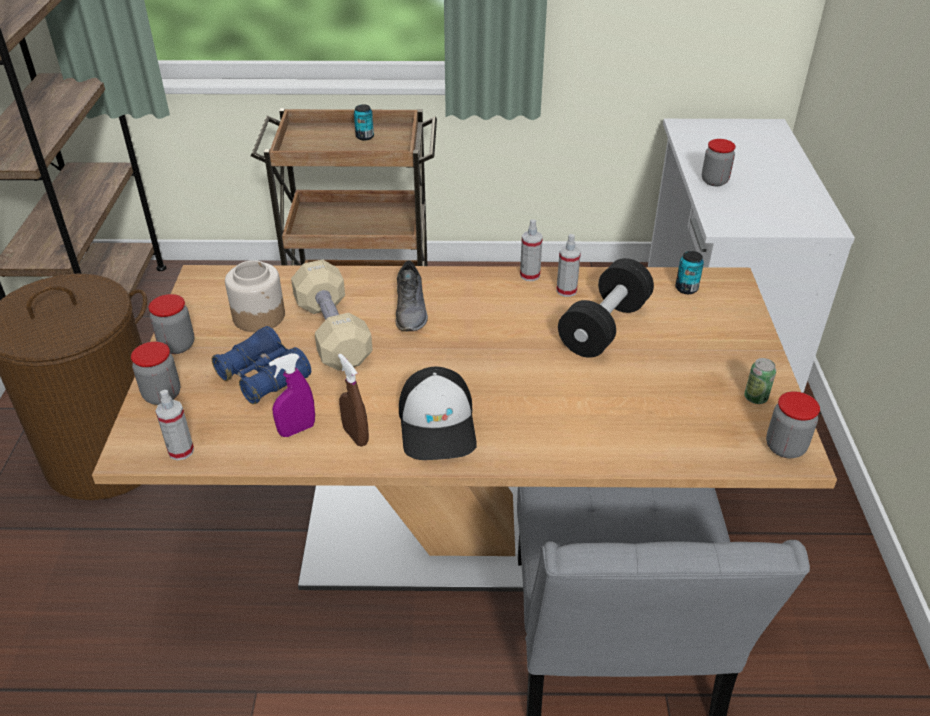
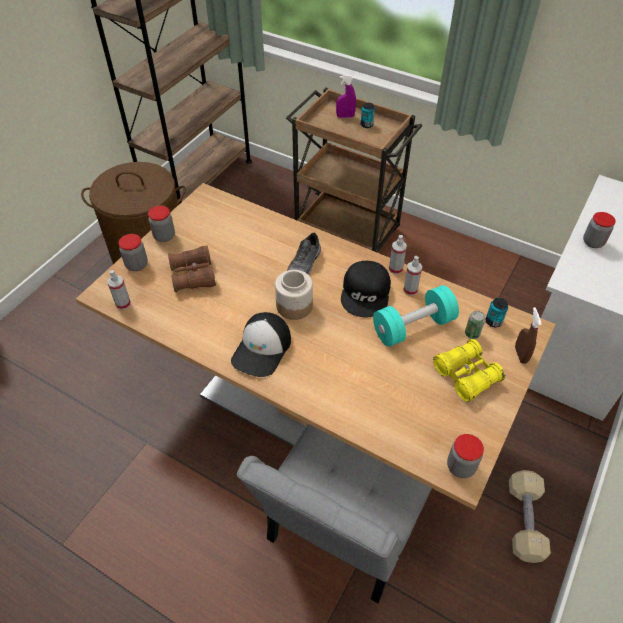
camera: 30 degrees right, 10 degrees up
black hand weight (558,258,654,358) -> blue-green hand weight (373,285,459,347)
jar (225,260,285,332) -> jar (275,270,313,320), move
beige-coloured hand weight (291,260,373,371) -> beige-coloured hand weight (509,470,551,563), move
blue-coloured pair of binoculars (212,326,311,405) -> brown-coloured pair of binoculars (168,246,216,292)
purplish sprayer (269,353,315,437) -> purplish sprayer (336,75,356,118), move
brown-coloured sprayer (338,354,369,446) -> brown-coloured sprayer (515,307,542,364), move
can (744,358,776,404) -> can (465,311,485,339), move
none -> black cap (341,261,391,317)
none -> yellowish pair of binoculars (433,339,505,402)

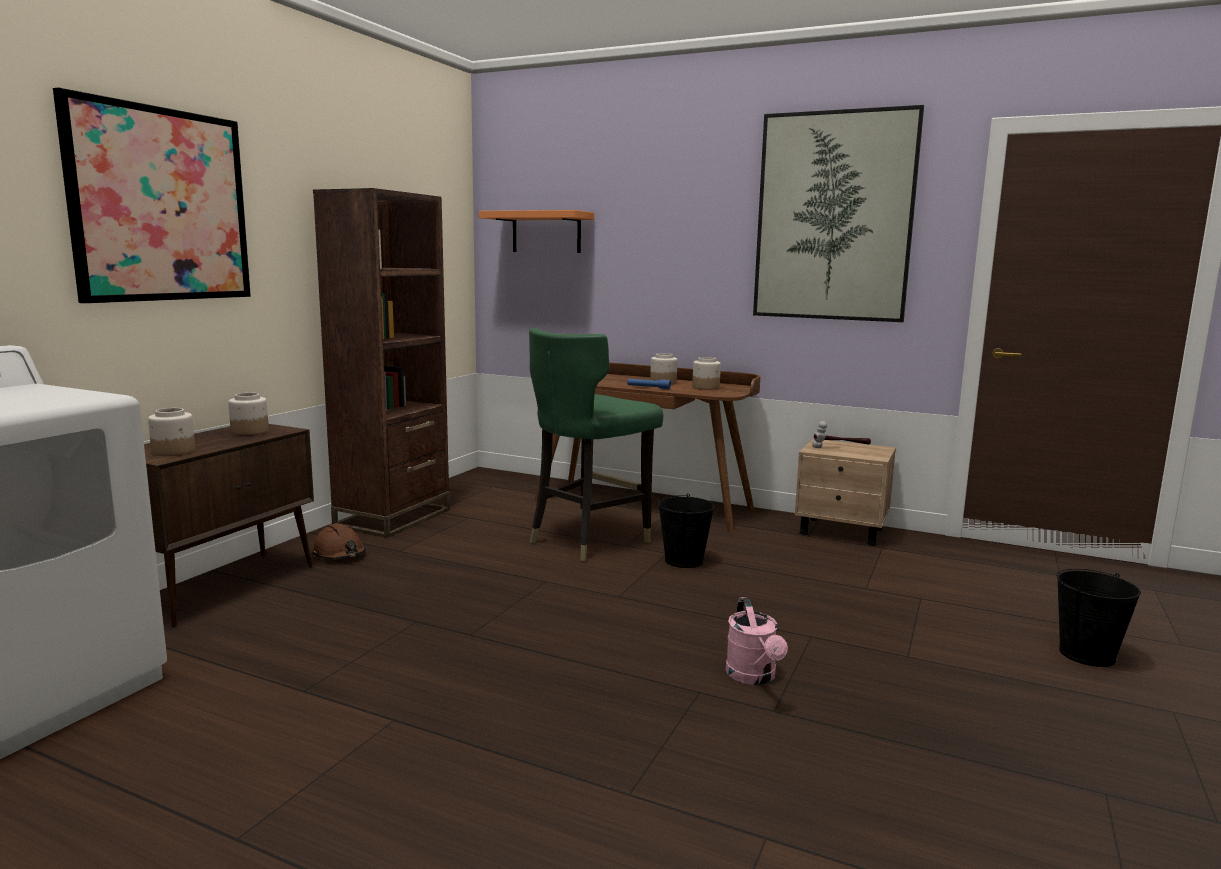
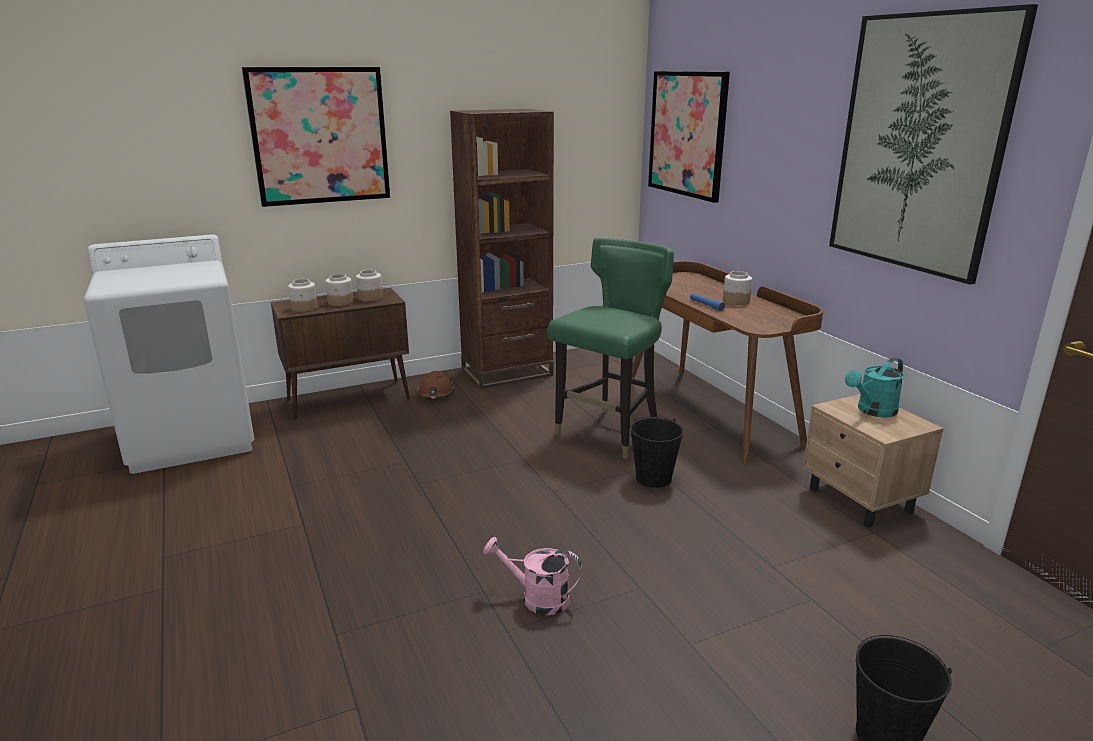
camera: 40 degrees right, 10 degrees up
orangey bracket shelf (479,210,594,253) -> picture (648,71,730,203)
green plain chair (529,328,663,562) -> green plain chair (547,238,674,459), 135 degrees clockwise
jar (692,357,721,390) -> jar (325,274,354,306), move
hammer (812,421,871,448) -> blue-green watering pot (845,357,904,417)
pink-coloured watering pot (726,597,788,685) -> pink-coloured watering pot (484,537,582,615), 75 degrees clockwise

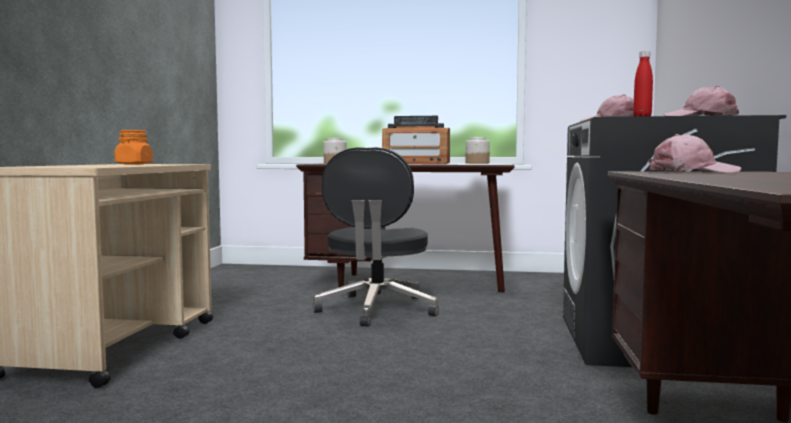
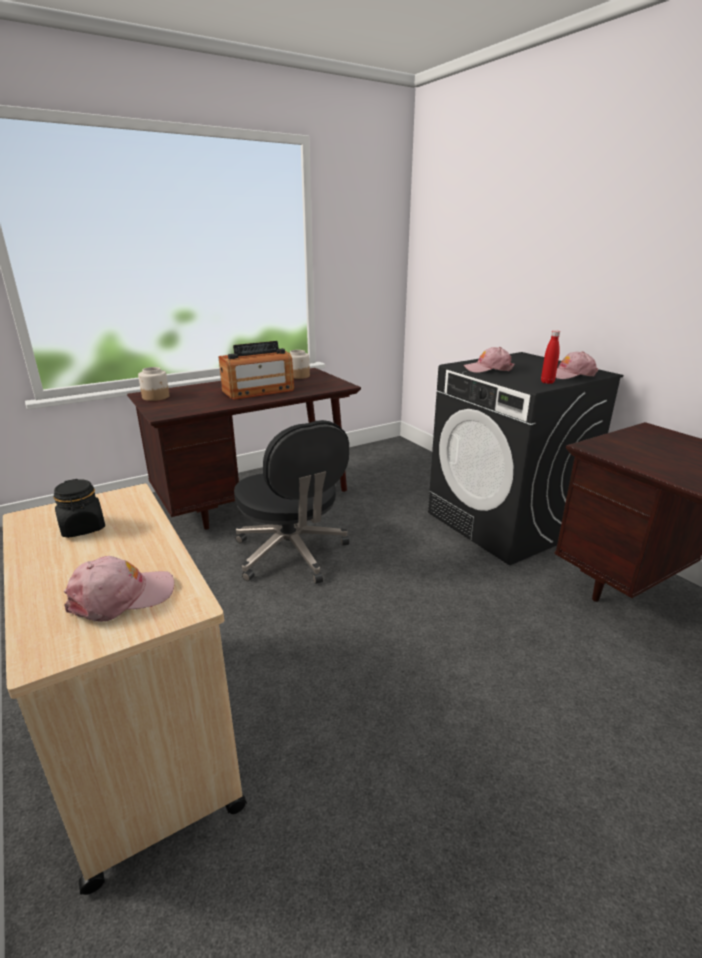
camera: 40 degrees left, 20 degrees up
orangey jar (115,130,153,165) -> black jar (53,479,105,538)
pink-coloured cap (648,134,742,173) -> pink-coloured cap (64,556,174,622), move

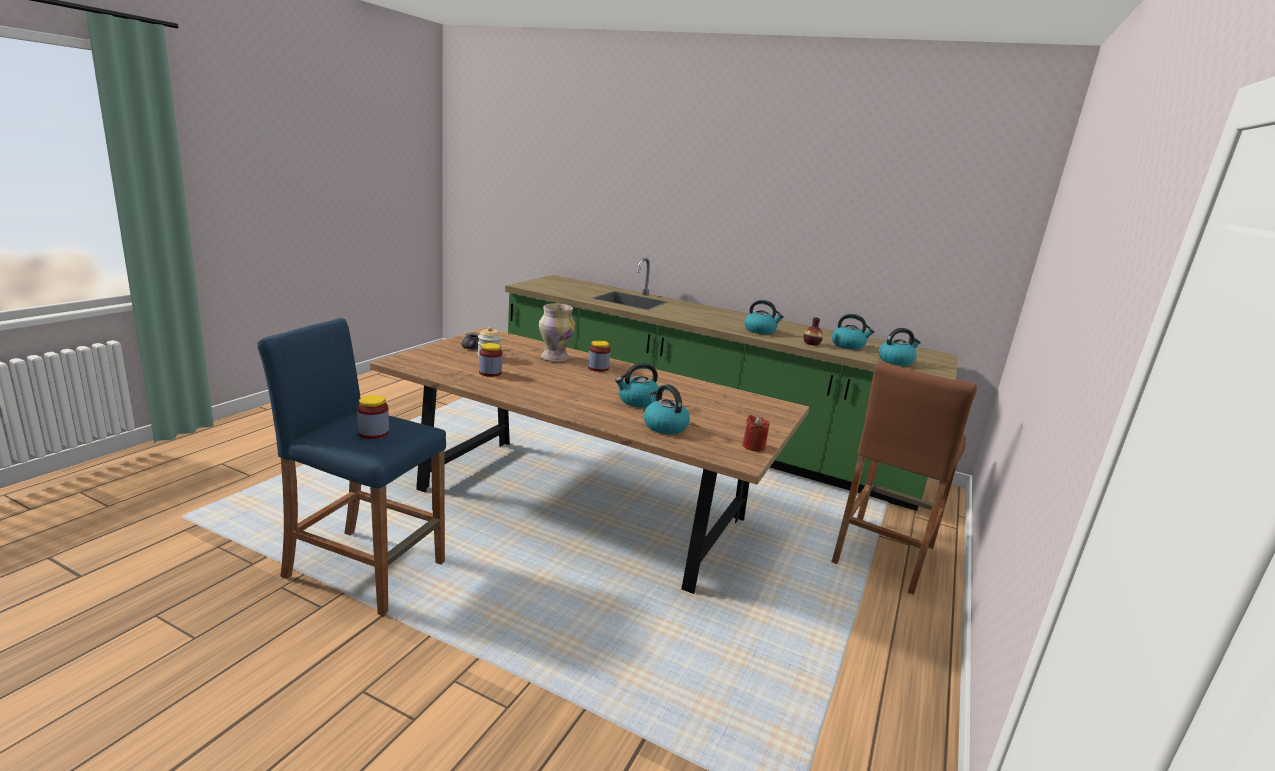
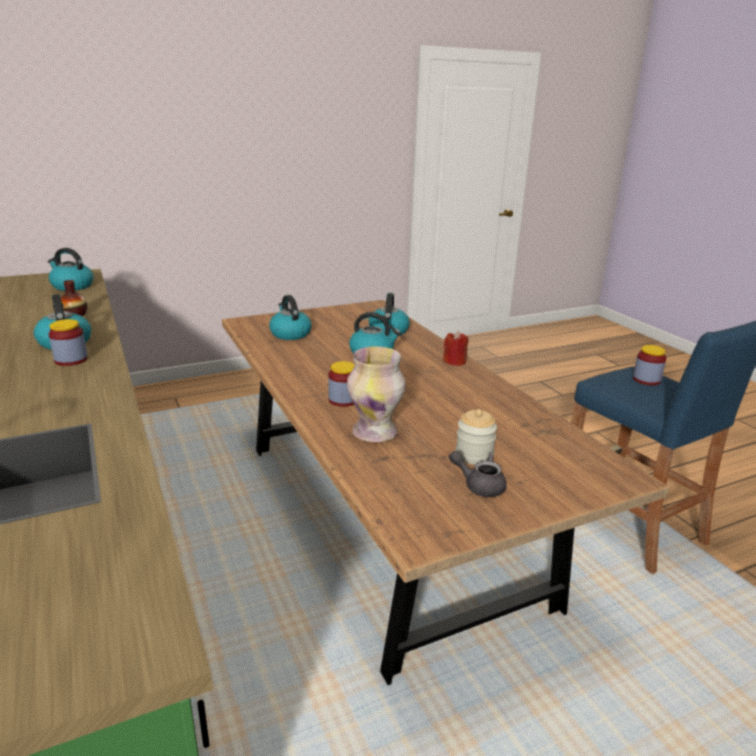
camera: 140 degrees left, 5 degrees up
tea kettle (832,314,875,350) -> tea kettle (269,295,312,340), move
jar (479,343,503,377) -> jar (49,319,88,366), move
brown-coloured stool (831,361,977,595) -> none
red wax light (742,415,770,452) -> red wax light (443,331,469,366), move

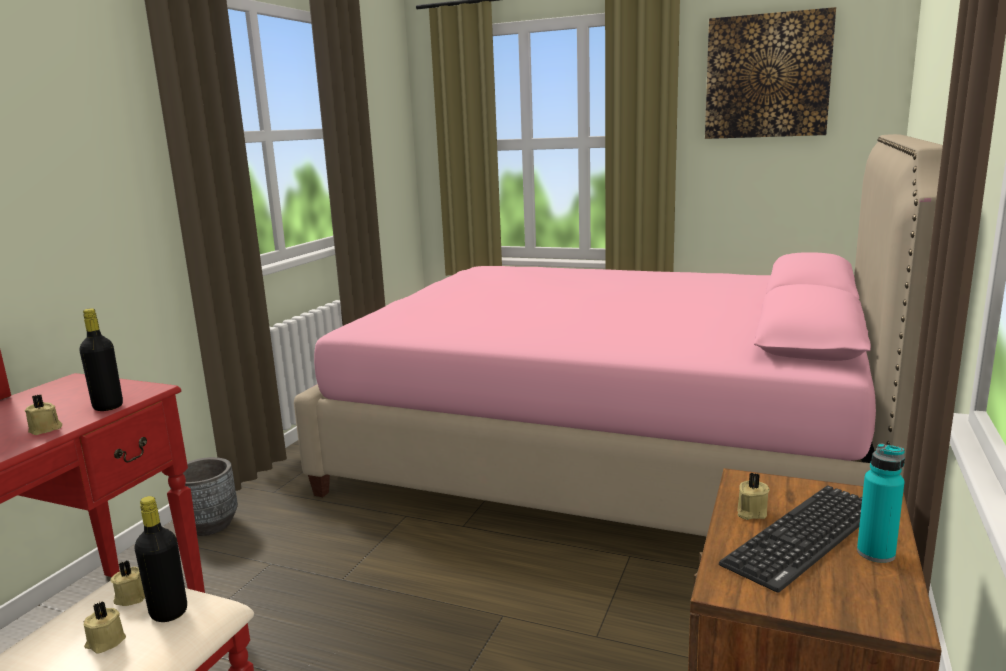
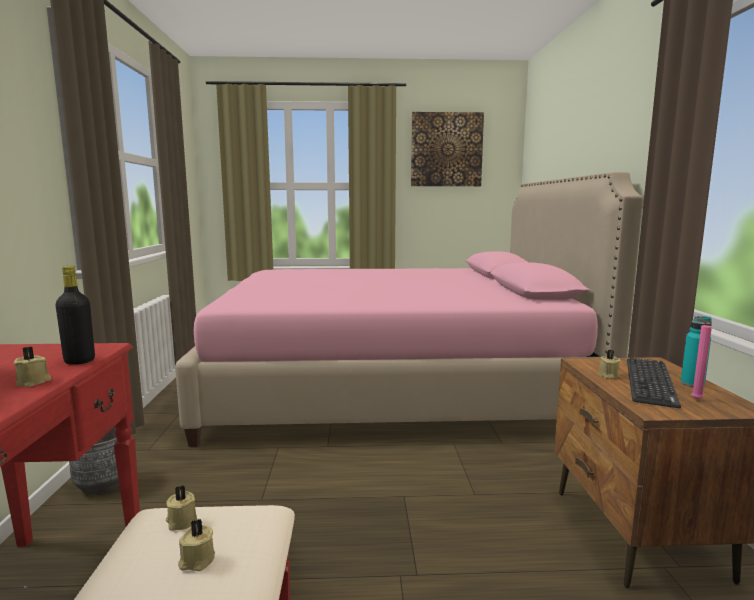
camera: 25 degrees left, 5 degrees down
black drink bottle (135,496,187,622) -> none
none -> pink-coloured wax light (691,316,712,400)

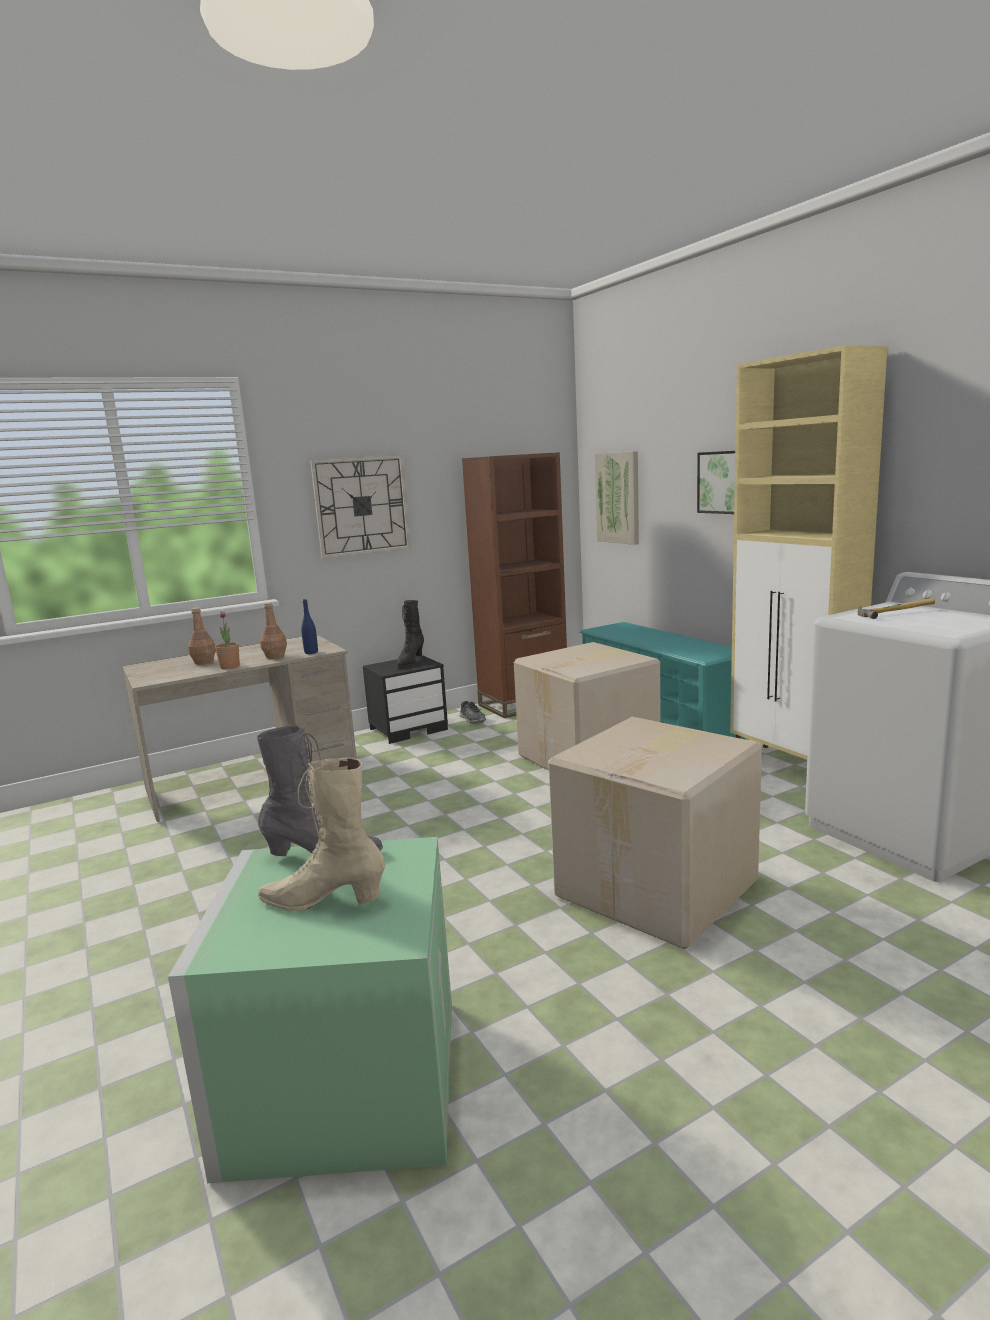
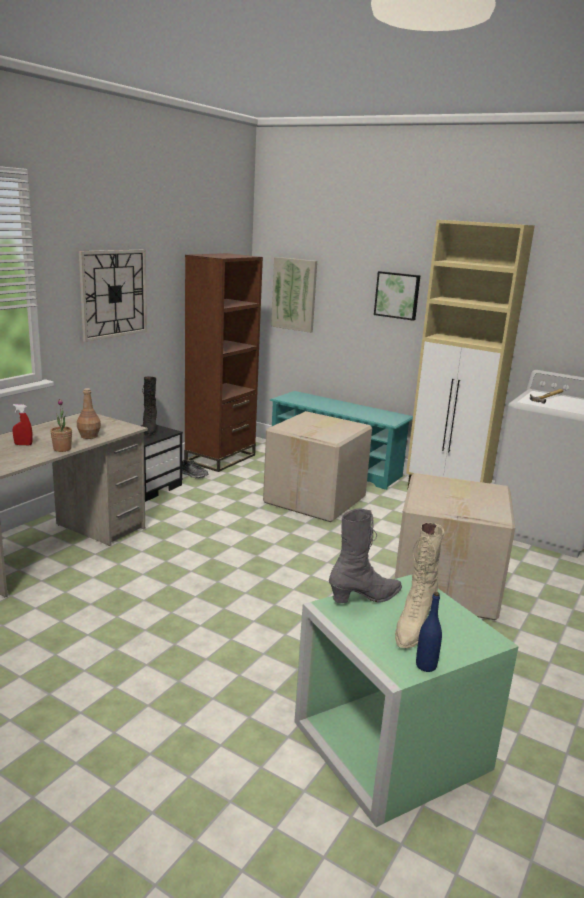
camera: 30 degrees left, 5 degrees up
blue-coloured drink bottle (301,599,318,654) -> blue-coloured drink bottle (416,592,442,672), move
brown-coloured drink bottle (188,608,216,665) -> red sprayer (13,404,33,445)
beige-coloured tall boot (258,758,385,911) -> beige-coloured tall boot (395,523,444,648), 45 degrees counterclockwise

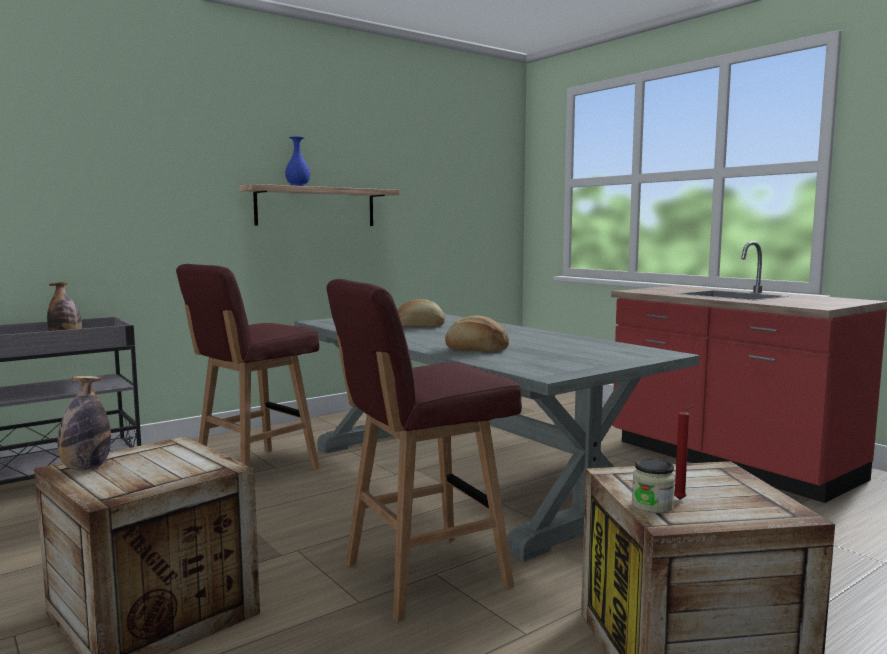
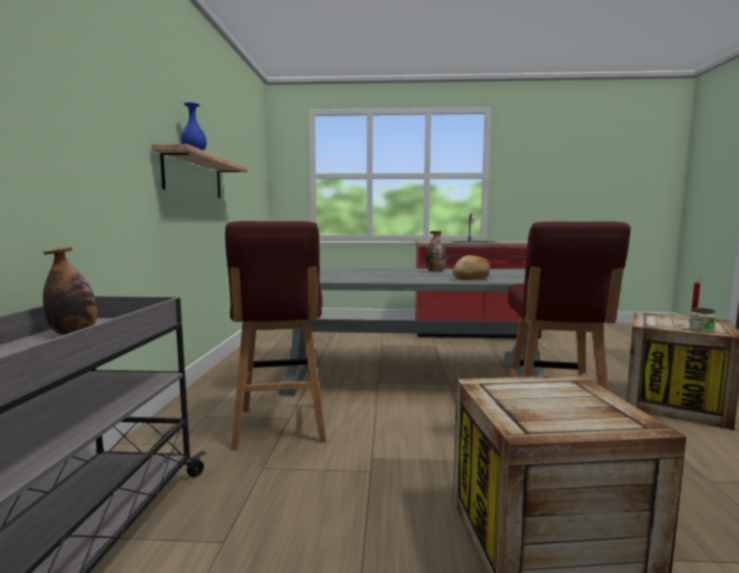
camera: 50 degrees left, 0 degrees up
bread (397,299,445,327) -> none
drink bottle (57,376,111,470) -> drink bottle (425,231,447,272), move

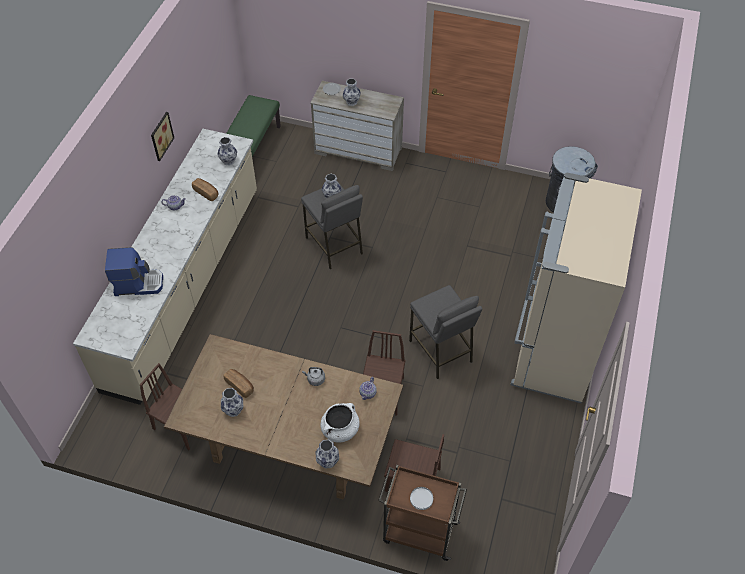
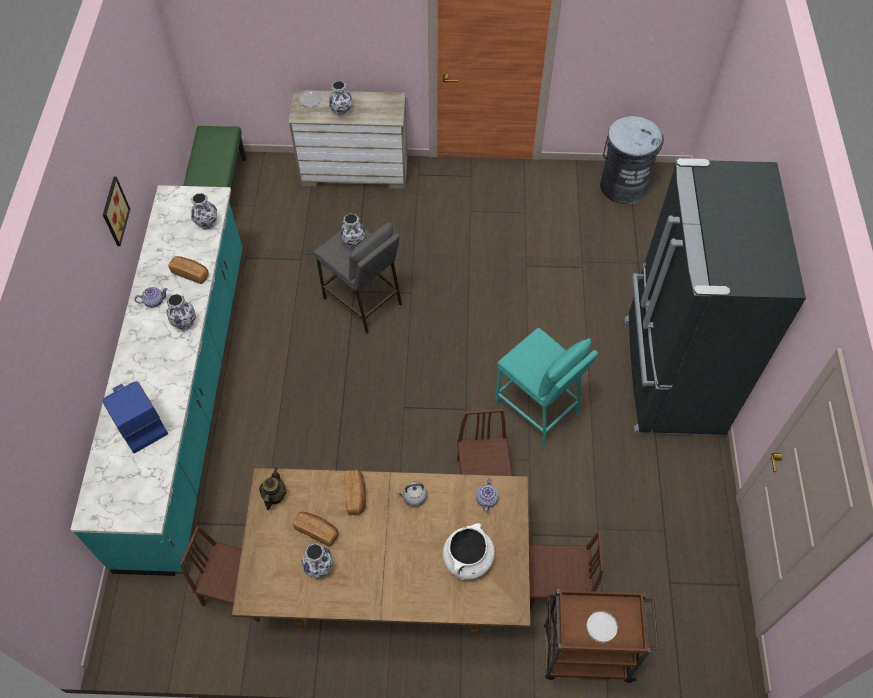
camera: 15 degrees left, 5 degrees up
beige-coloured counter (73,129,257,405) -> blue-green counter (70,185,243,576)
beige-coloured refrigerator (510,173,642,403) -> black refrigerator (624,158,806,436)
coffee brewer (105,247,163,296) -> coffee brewer (102,381,168,453), 105 degrees counterclockwise
gray stool (409,285,482,379) -> blue-green stool (495,328,598,447)
decorative vase (315,439,339,469) -> decorative vase (167,294,196,331), move
none -> teapot (259,468,287,510)
none -> bread (345,470,366,515)

